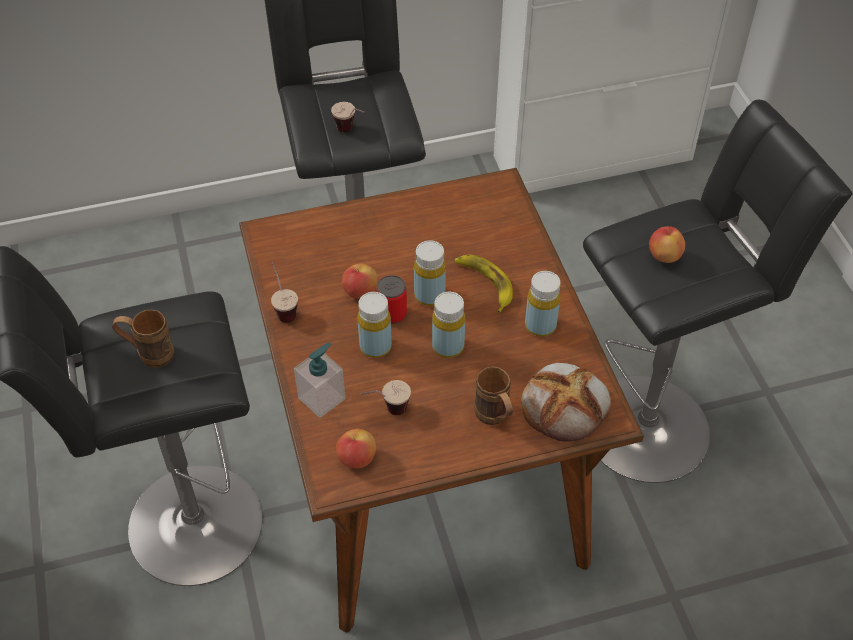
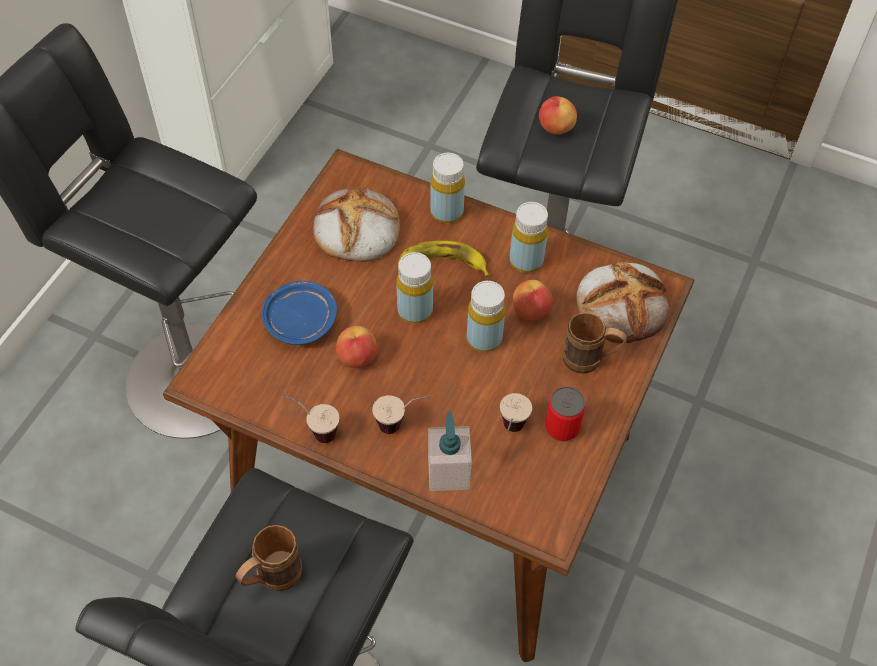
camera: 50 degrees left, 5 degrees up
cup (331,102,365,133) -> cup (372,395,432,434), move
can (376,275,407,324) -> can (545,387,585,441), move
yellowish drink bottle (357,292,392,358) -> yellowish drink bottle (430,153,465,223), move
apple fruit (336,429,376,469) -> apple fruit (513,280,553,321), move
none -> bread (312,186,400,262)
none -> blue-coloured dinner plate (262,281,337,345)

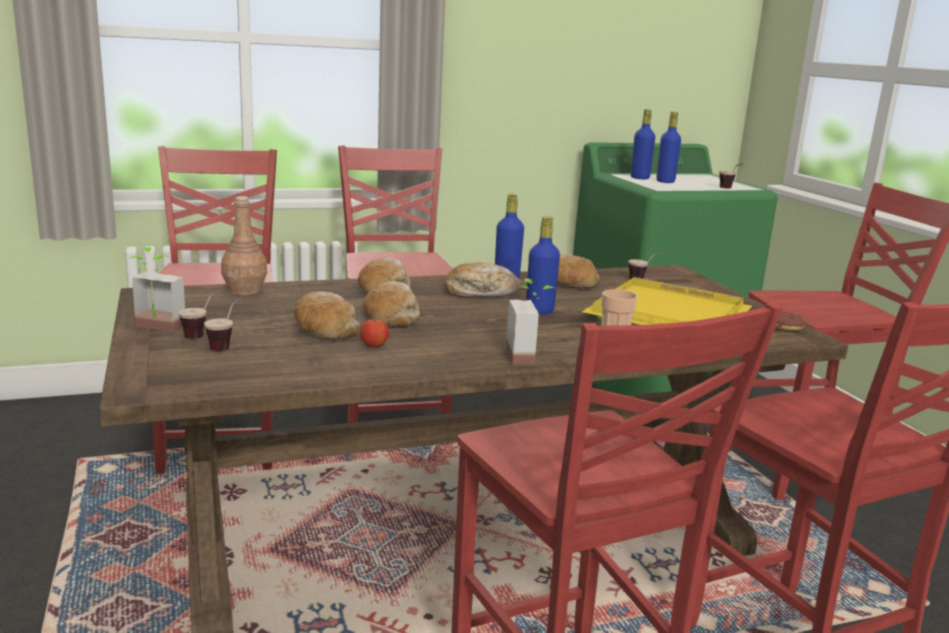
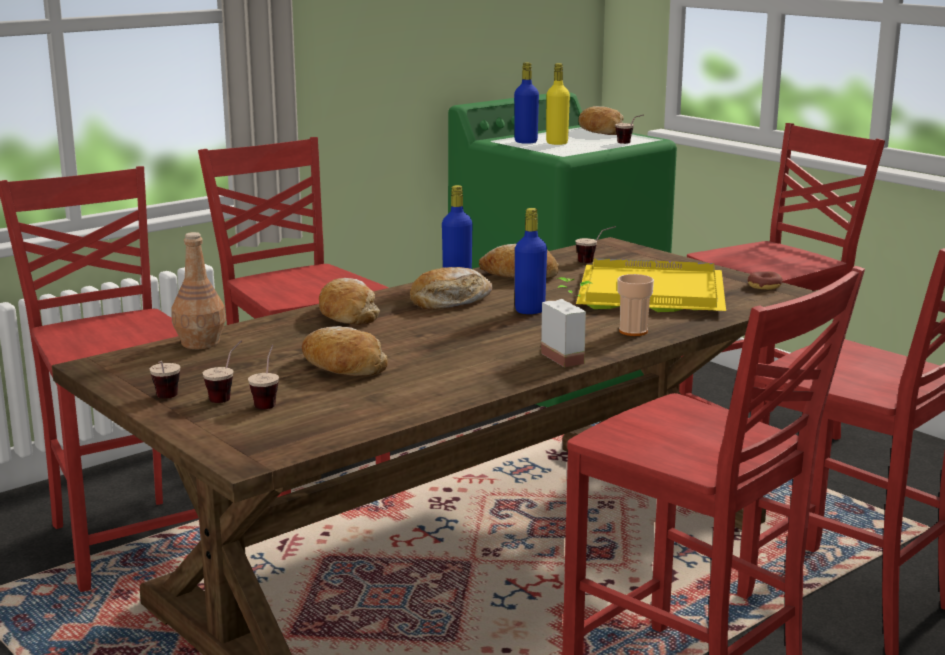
camera: 20 degrees left, 0 degrees up
blue-coloured drink bottle (657,112,681,183) -> yellowish drink bottle (546,63,570,145)
plant in a pot (130,247,185,332) -> cup (150,361,180,399)
bread (363,281,420,328) -> bread (578,106,623,135), move
apple fruit (360,319,389,348) -> none

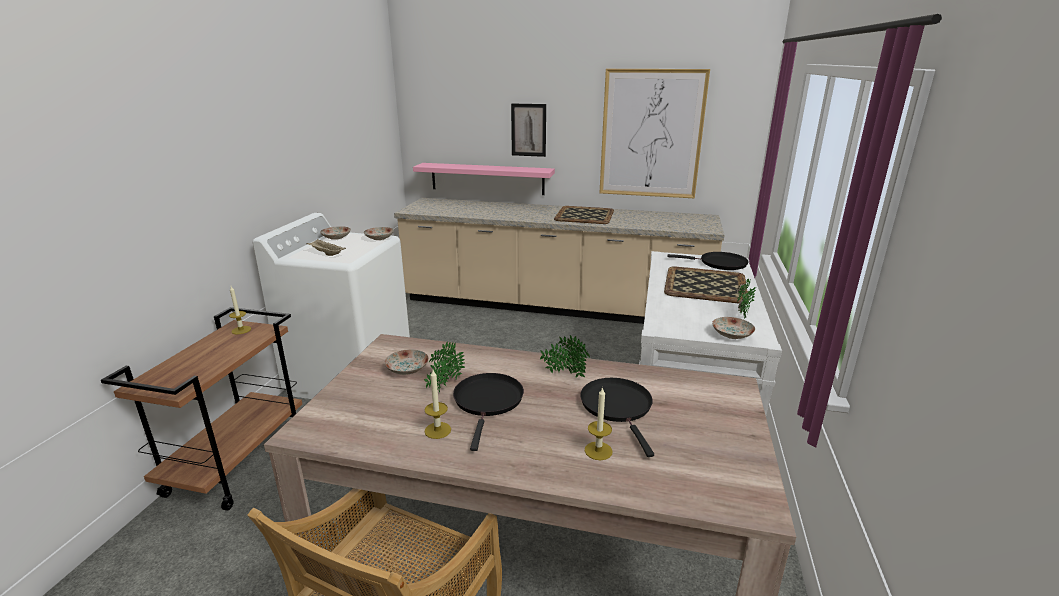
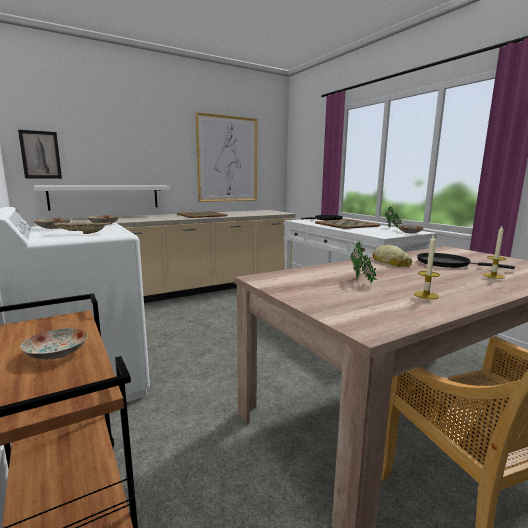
camera: 45 degrees left, 10 degrees down
picture (511,104,546,157) -> picture (18,130,62,179), move
pink-coloured bracket shelf (413,163,555,195) -> white bracket shelf (34,185,170,211)
wax light (229,286,251,334) -> none
plant in a pot (540,335,590,378) -> bread (373,245,413,266)
dinner plate (384,349,429,375) -> dinner plate (20,328,88,359), move
black pan (453,373,524,451) -> none

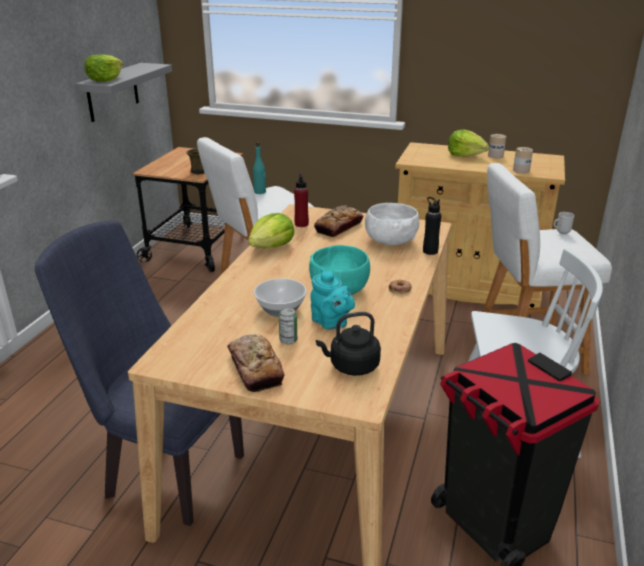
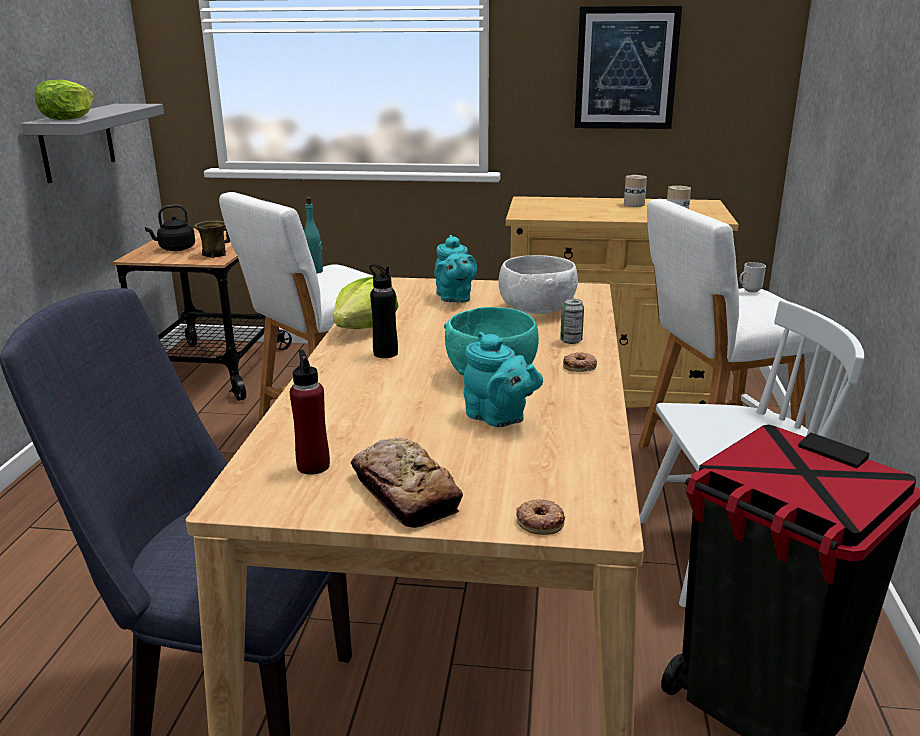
camera: 10 degrees left, 5 degrees down
lettuce (448,129,489,157) -> none
red drink bottle (294,173,309,227) -> red drink bottle (290,350,330,475), move
black drink bottle (423,197,442,255) -> black drink bottle (369,264,398,358), move
bread (314,205,363,237) -> blue-green teapot (434,235,477,303)
serving bowl (254,278,307,317) -> none
can (279,308,297,344) -> can (560,299,584,344), move
black tea kettle (316,312,381,376) -> black tea kettle (145,205,195,251), move
none -> picture (574,6,682,129)
none -> doughnut (516,499,565,535)

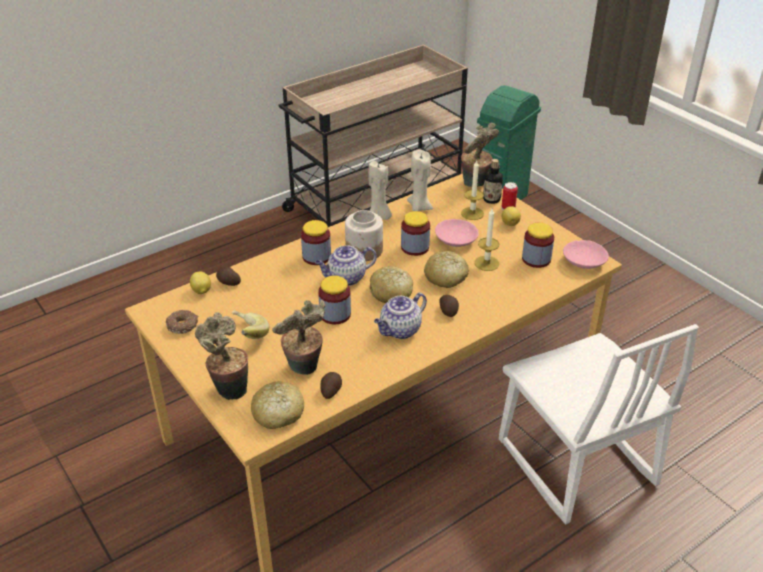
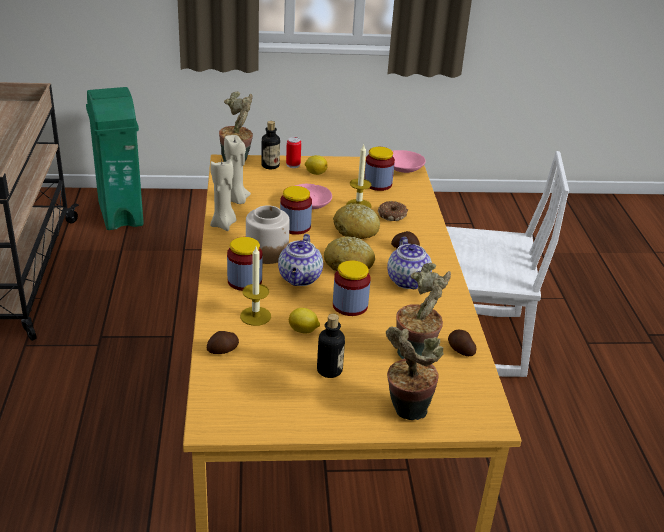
camera: 60 degrees left, 5 degrees down
wax light (461,160,484,220) -> wax light (240,247,271,326), move
citrus fruit (190,271,211,294) -> citrus fruit (289,308,320,333), move
doughnut (166,310,198,334) -> doughnut (378,201,408,221), move
whole banana (232,310,270,339) -> drink bottle (317,314,345,378)
bread (251,382,304,429) -> none

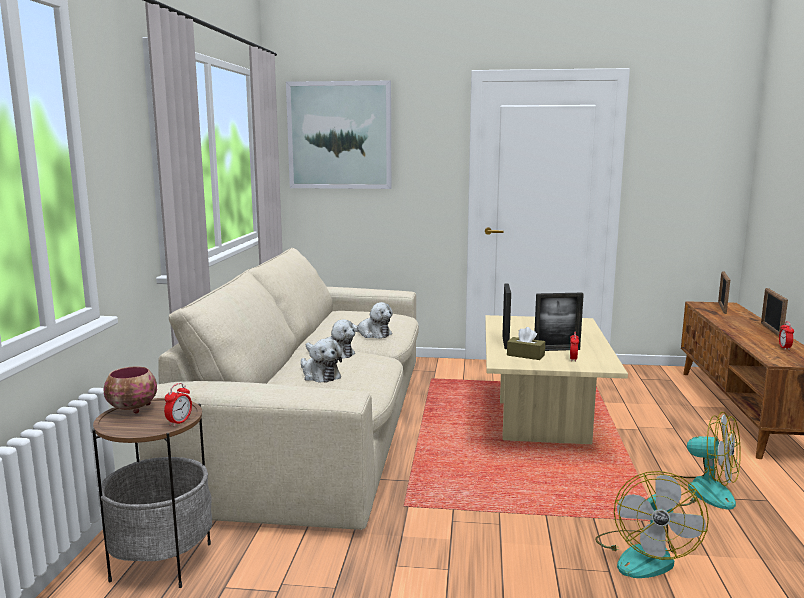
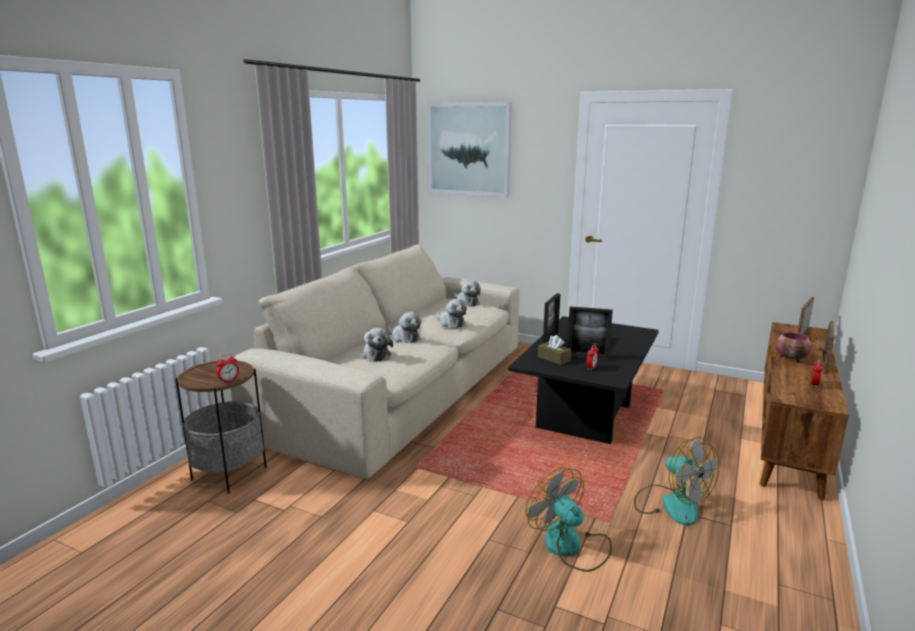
camera: 20 degrees right, 5 degrees up
beige-coloured lounge table (485,315,628,444) -> black lounge table (508,316,659,444)
serving bowl (104,366,157,414) -> serving bowl (775,332,812,362), move
electric fan (595,471,709,578) -> electric fan (525,467,612,572), 105 degrees clockwise
none -> cuddly toy (454,280,481,307)

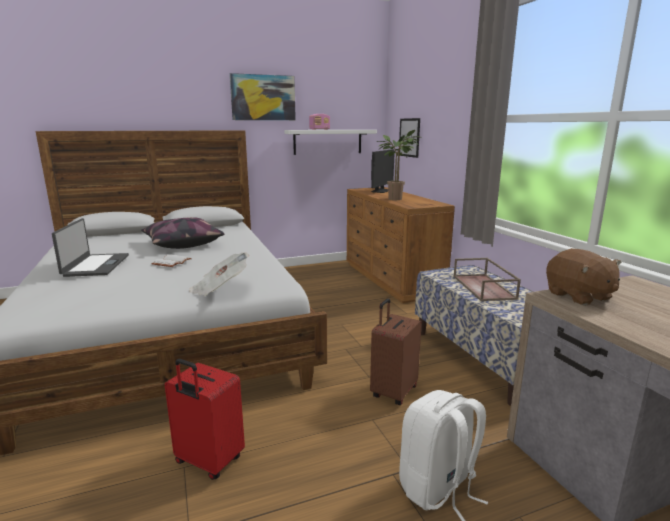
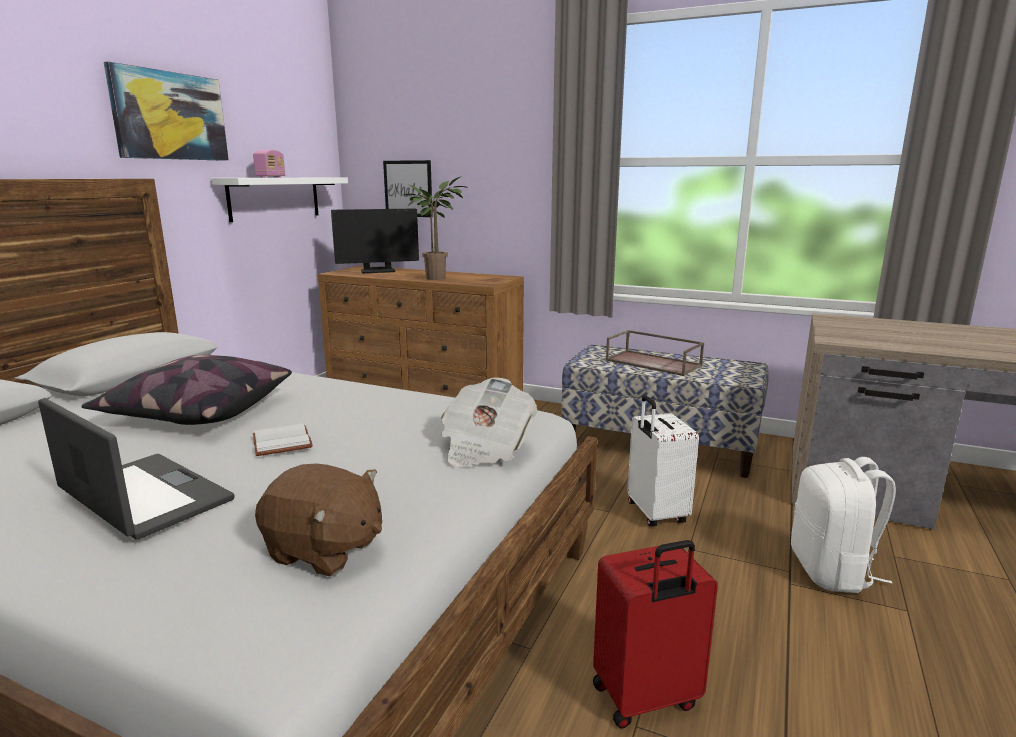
camera: 45 degrees left, 0 degrees up
monitor (371,149,395,193) -> monitor (331,209,419,273), 90 degrees clockwise
brown-coloured cuddly toy (546,248,621,306) -> brown-coloured cuddly toy (255,463,382,576), move
brown-coloured suitcase (370,298,422,405) -> white suitcase (628,395,699,527)

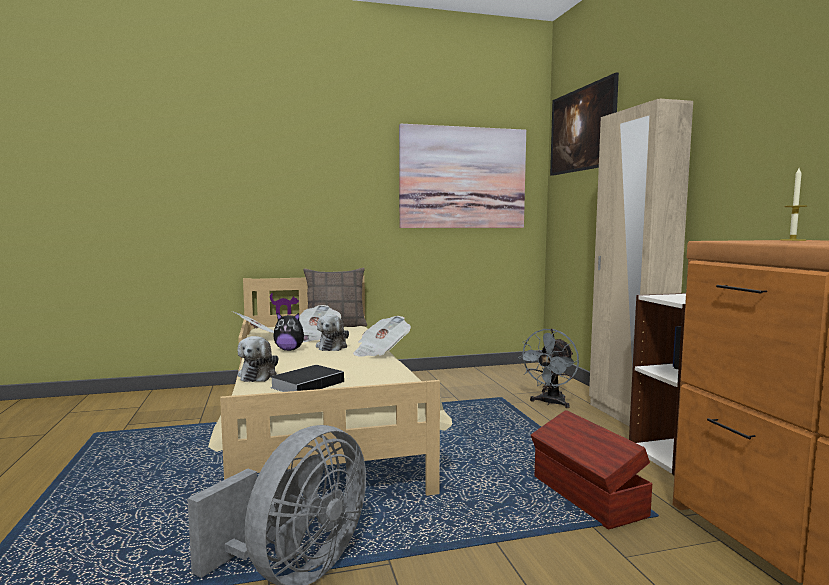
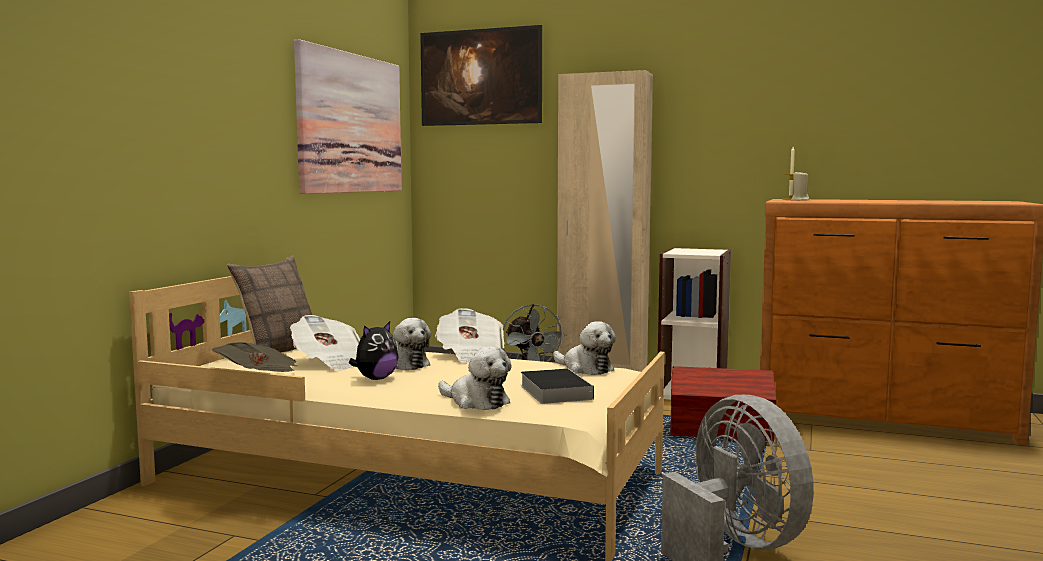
camera: 55 degrees left, 0 degrees up
none -> beige-coloured wax light (791,172,809,201)
none -> cuddly toy (553,321,616,375)

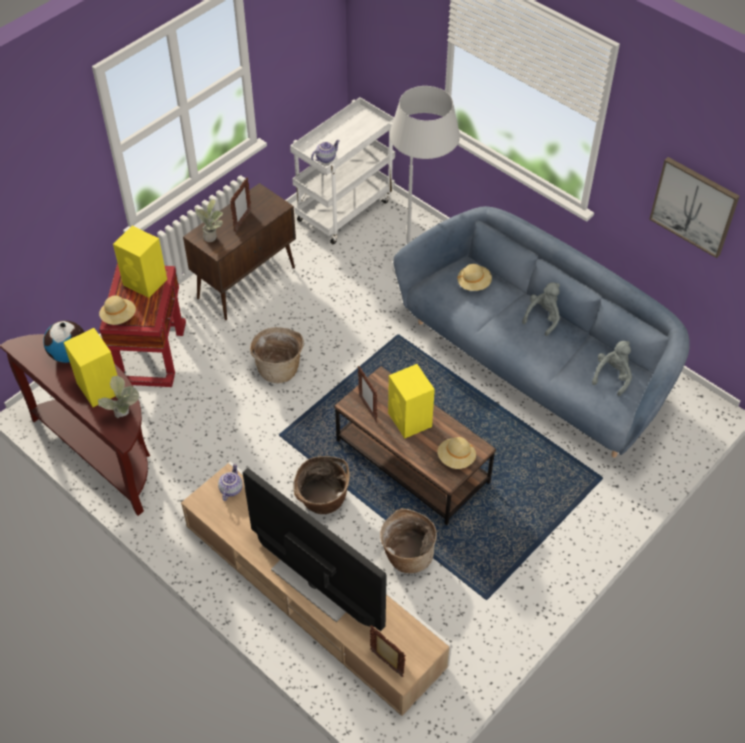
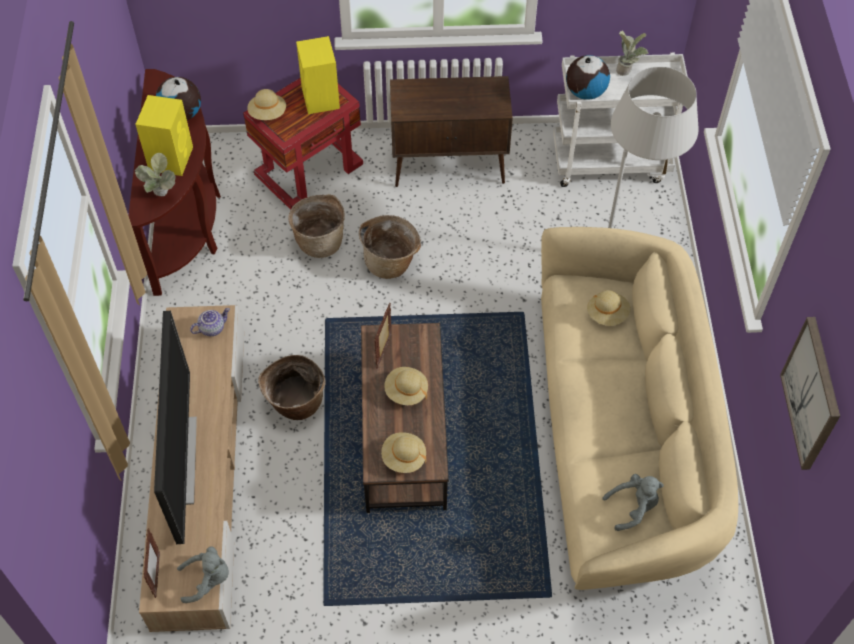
camera: 45 degrees right, 5 degrees up
teapot (311,140,340,163) -> world globe (566,55,610,100)
picture frame (230,177,251,231) -> none
plant in a pot (195,199,223,242) -> plant in a pot (616,31,648,76), move
blue-coloured couch (393,206,690,458) -> beige-coloured couch (541,227,738,590)
gray cuddly toy (522,282,560,336) -> gray cuddly toy (177,546,229,603), move
yellowish loudspeaker (388,364,435,438) -> beige-coloured clothing hat (384,367,428,405)
storage basket (380,508,437,573) -> storage basket (288,194,345,258), move

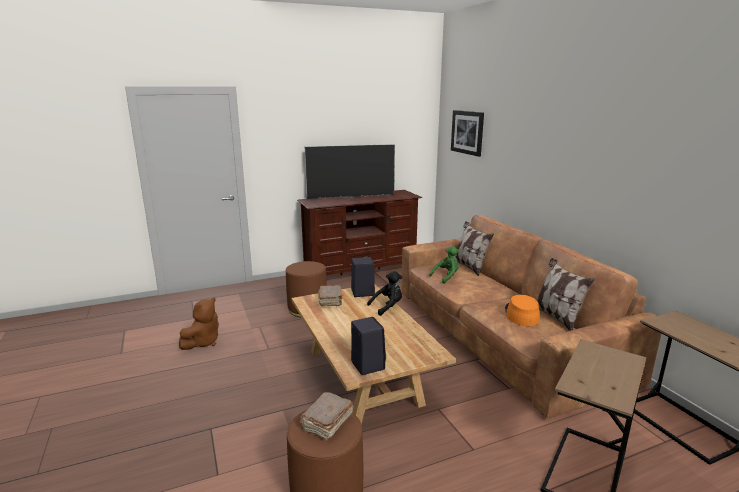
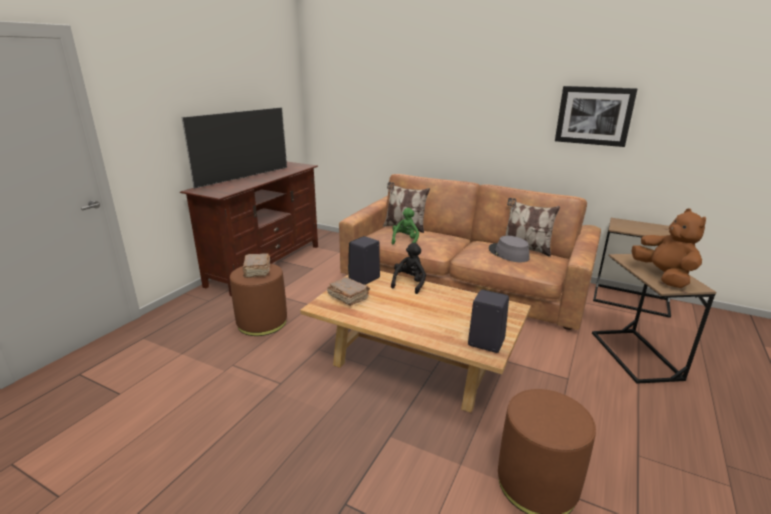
camera: 40 degrees left, 5 degrees up
picture (451,110,484,157) -> picture (555,86,638,147), move
orangey clothing hat (505,295,540,327) -> gray clothing hat (489,236,530,262)
brown-coloured cuddly toy (179,298,219,350) -> brown-coloured cuddly toy (632,208,706,288), move
brown-coloured volume (300,392,353,441) -> brown-coloured volume (243,253,270,278), move

